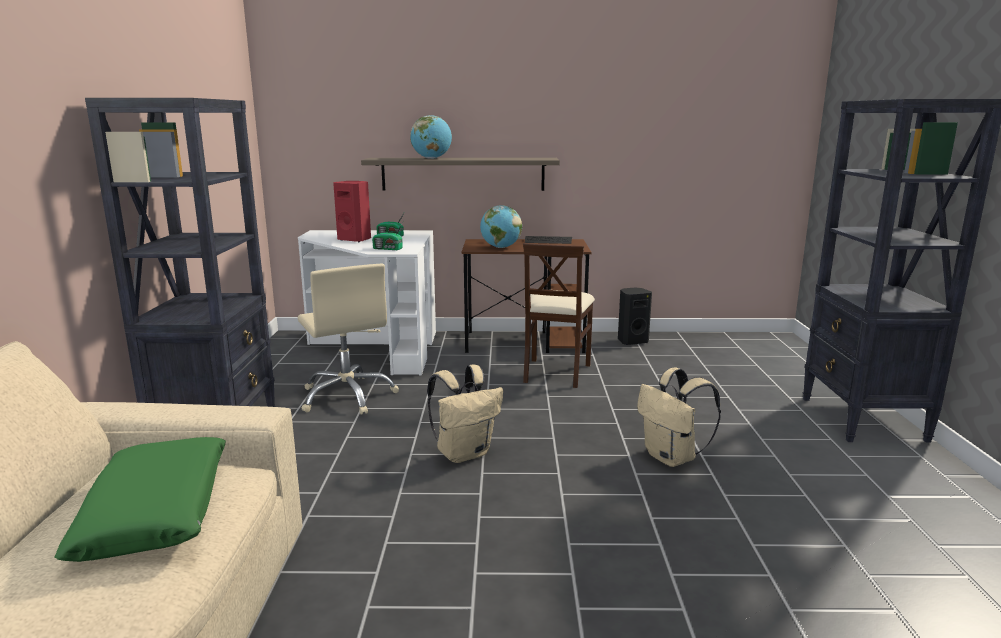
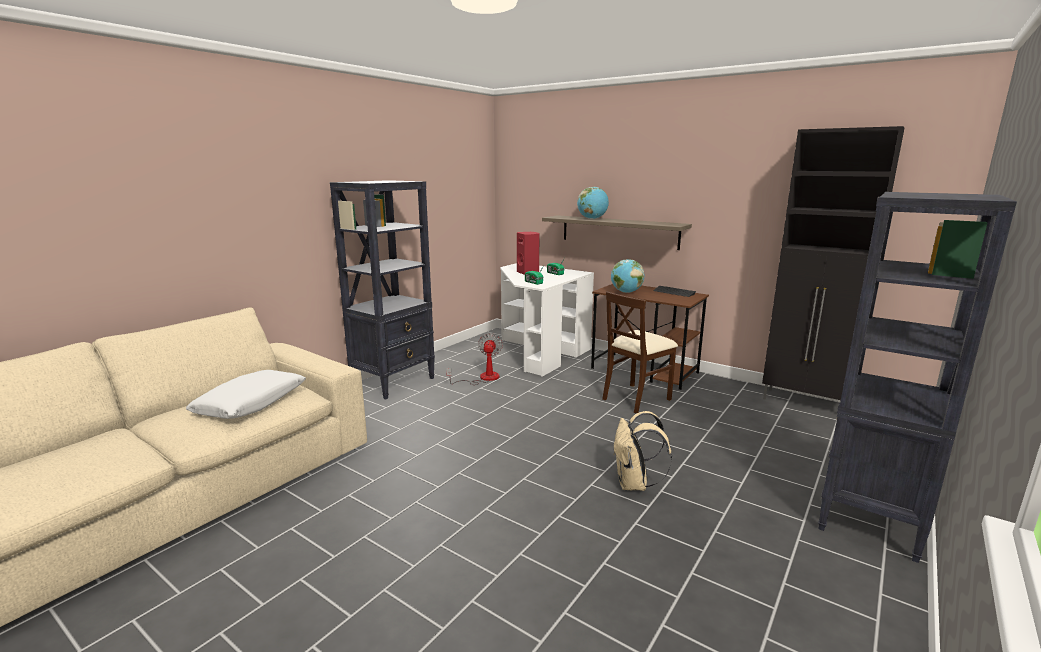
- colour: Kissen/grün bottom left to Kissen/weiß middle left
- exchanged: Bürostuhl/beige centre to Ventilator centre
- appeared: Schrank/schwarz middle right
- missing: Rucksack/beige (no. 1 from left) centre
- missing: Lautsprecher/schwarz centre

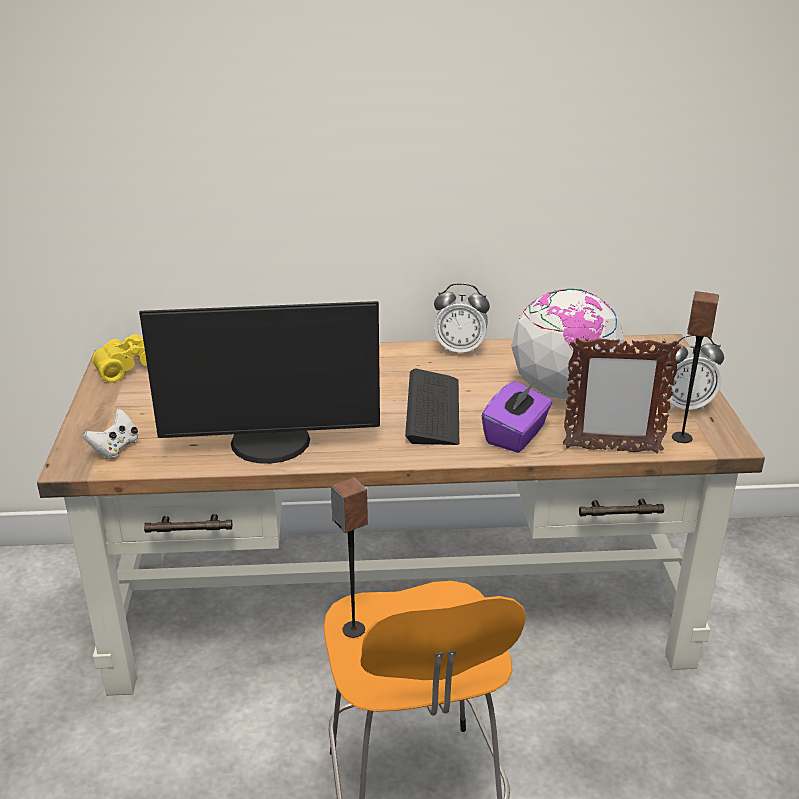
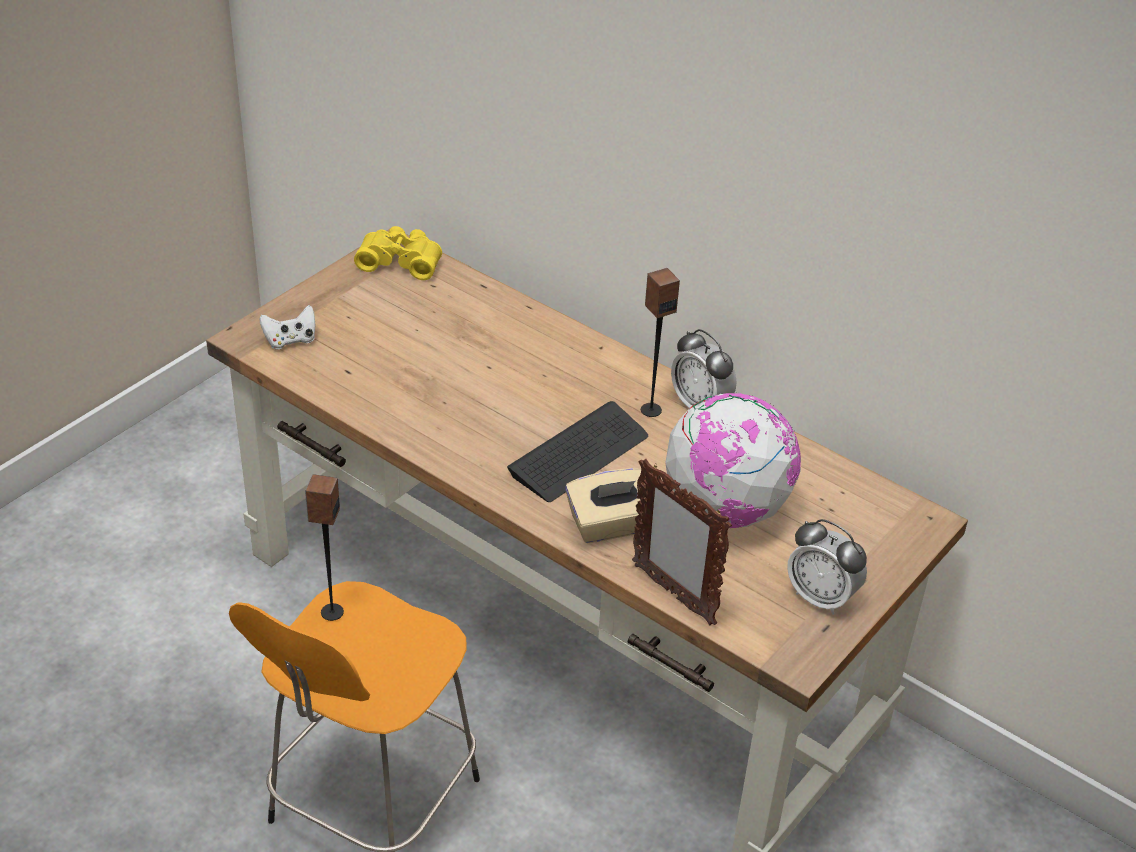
- colour: Taschentuchbox/lila centre to Taschentuchbox/beige centre
- relocated: Lautsprecher (no. 2 from left) middle right to centre
- missing: Monitor middle left

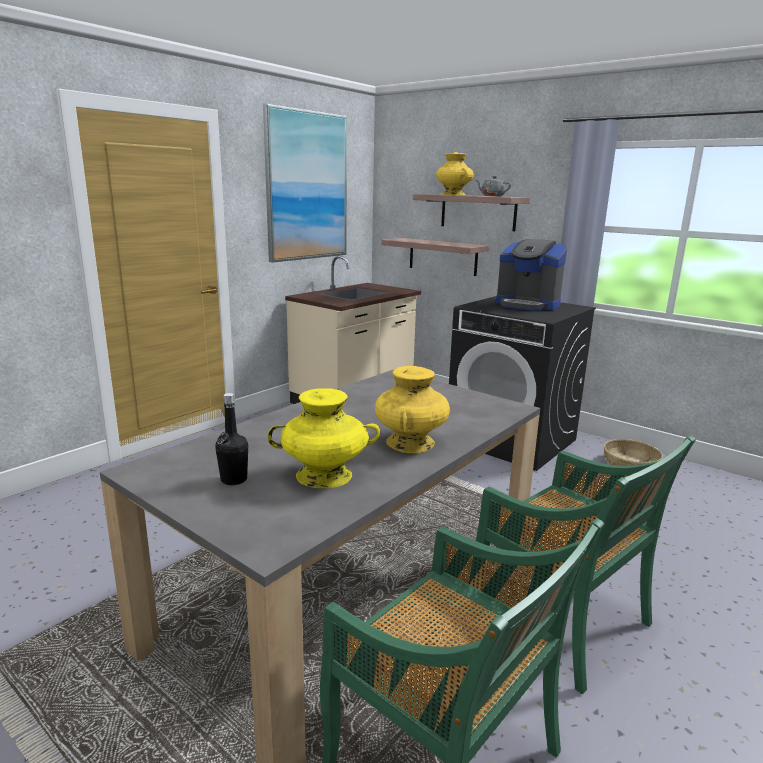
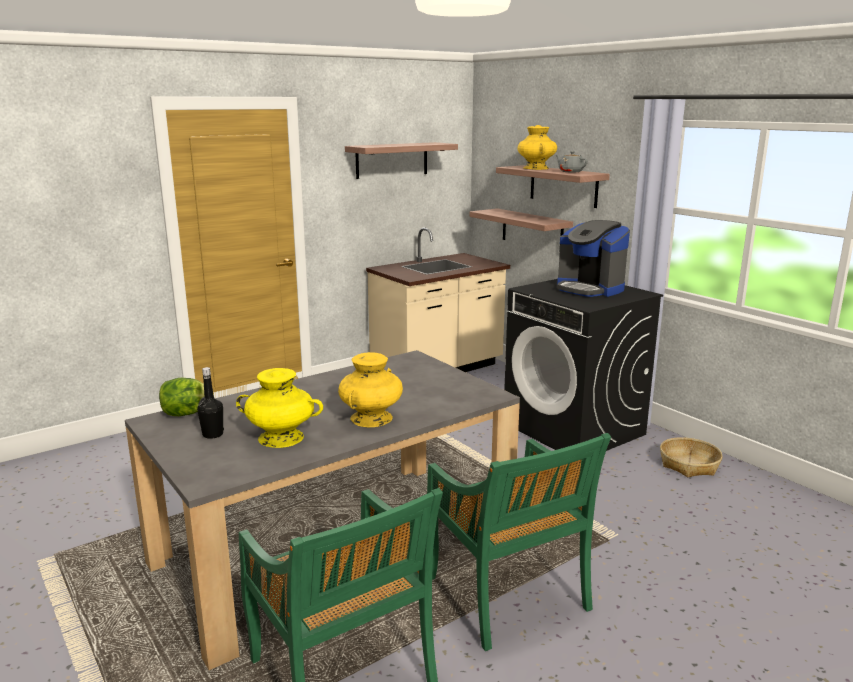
- appeared: Salatkopf middle left
- exchanged: Bild top centre to Wandregal (no. 1 from left) top centre

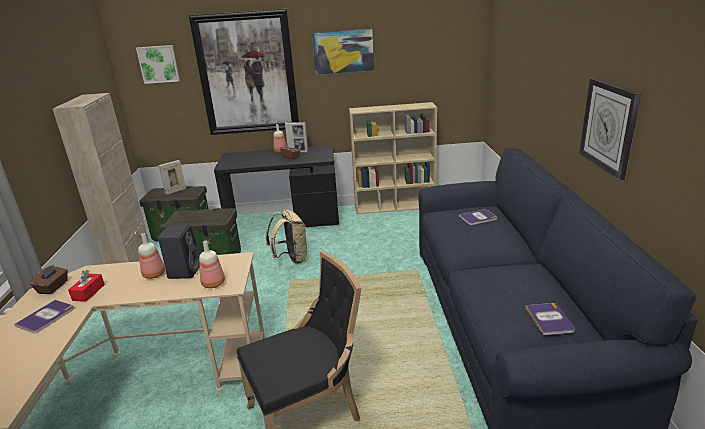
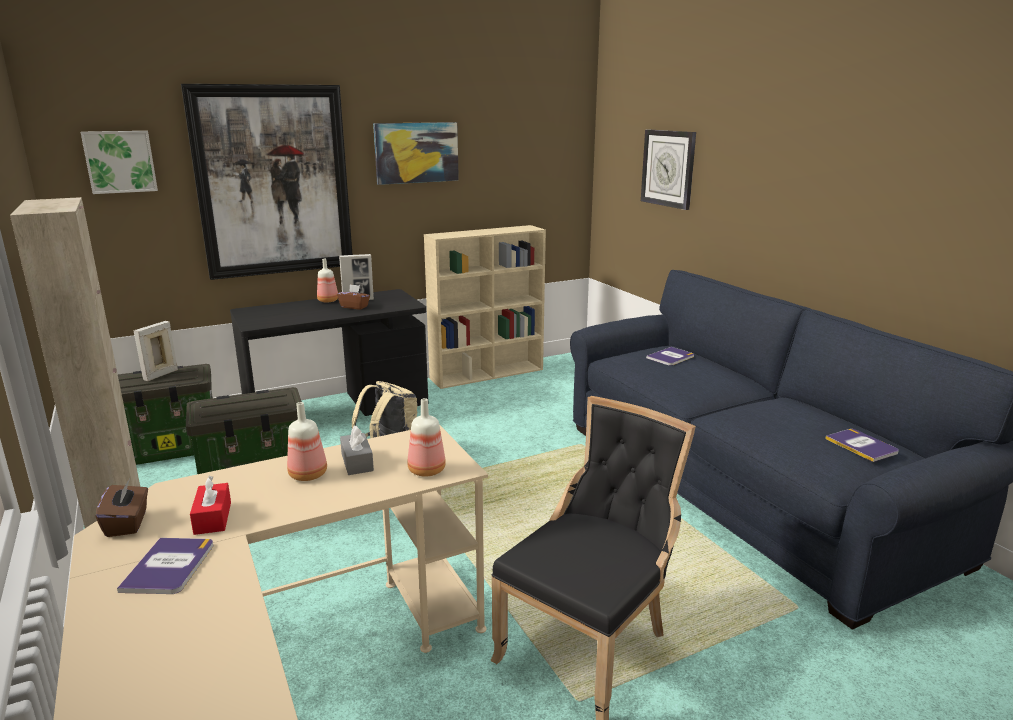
- exchanged: Lautsprecher/schwarz middle left to Taschentuchbox/grau centre
- relocated: Wanduhr top right to top centre

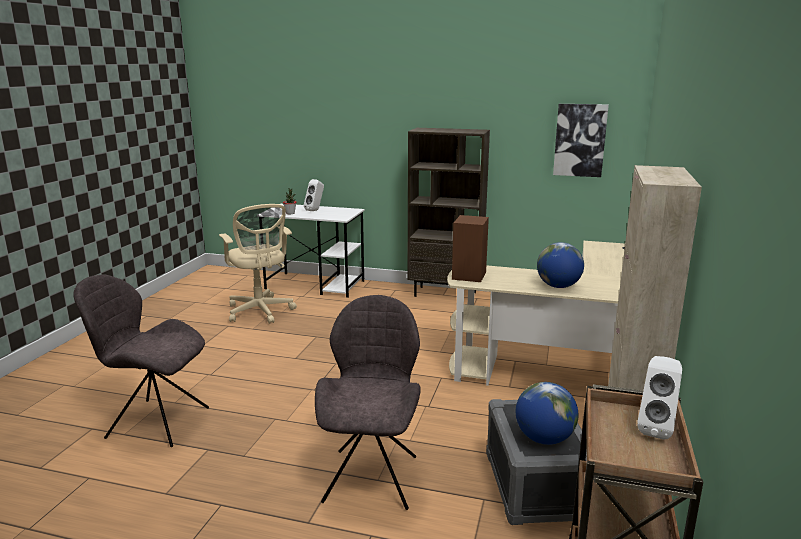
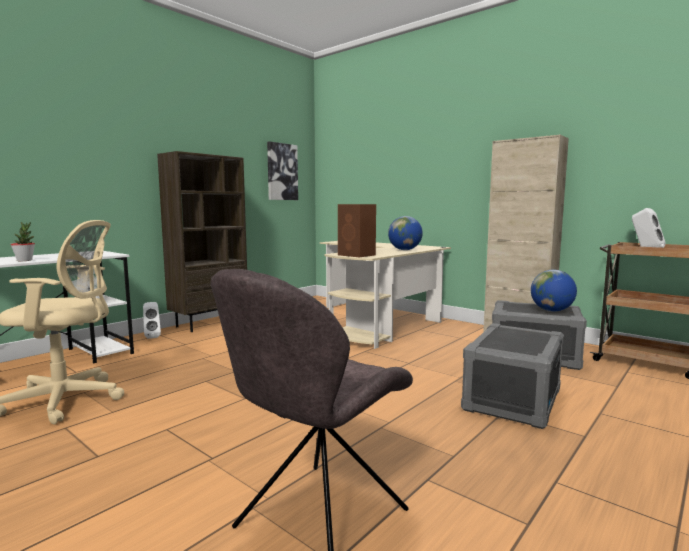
- relocated: Lautsprecher/weiß (no. 1 from left) centre to middle left
- exchanged: Stuhl/grau (no. 2 from left) bottom centre to Aufbewahrungsbox/grau (no. 1 from left) bottom right

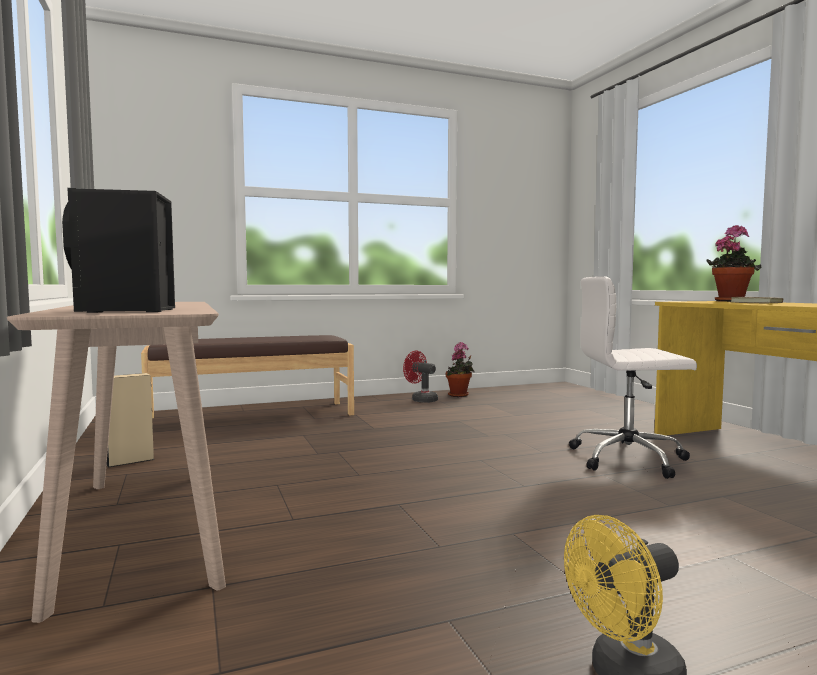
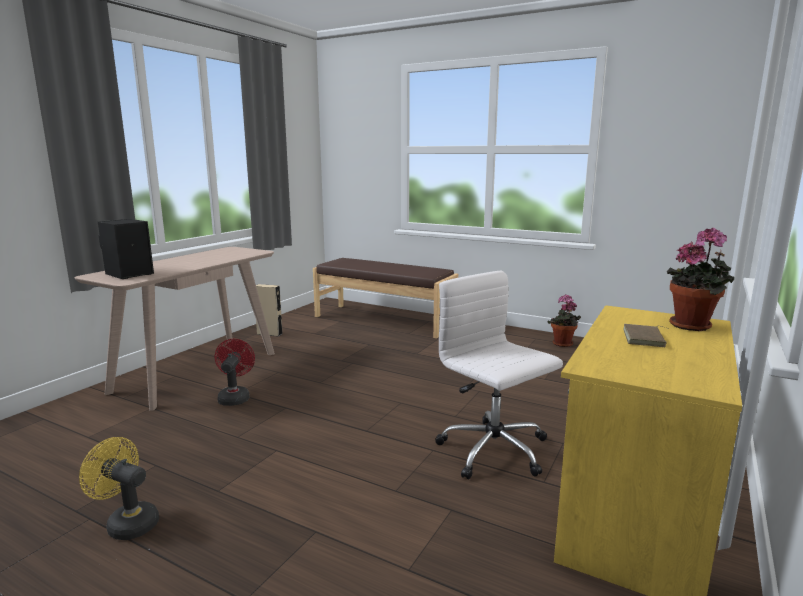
- relocated: Ventilator/rot centre to middle left

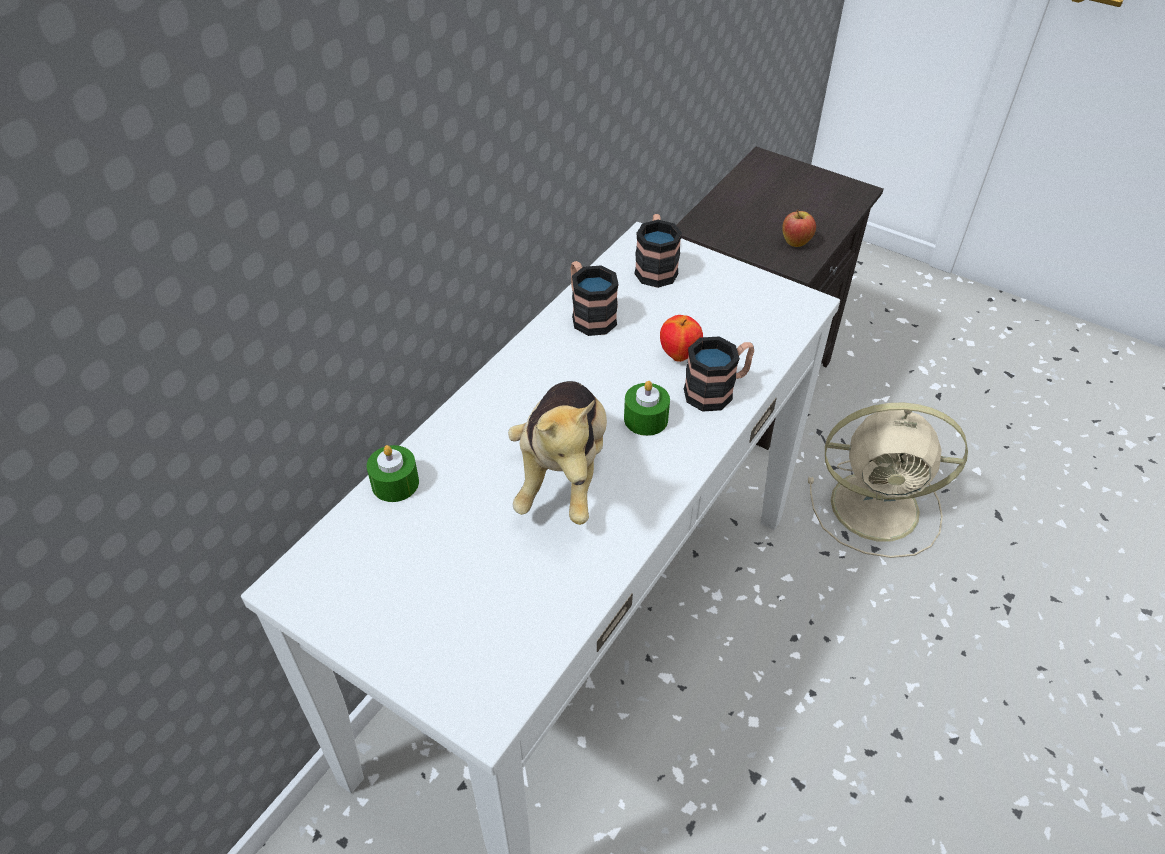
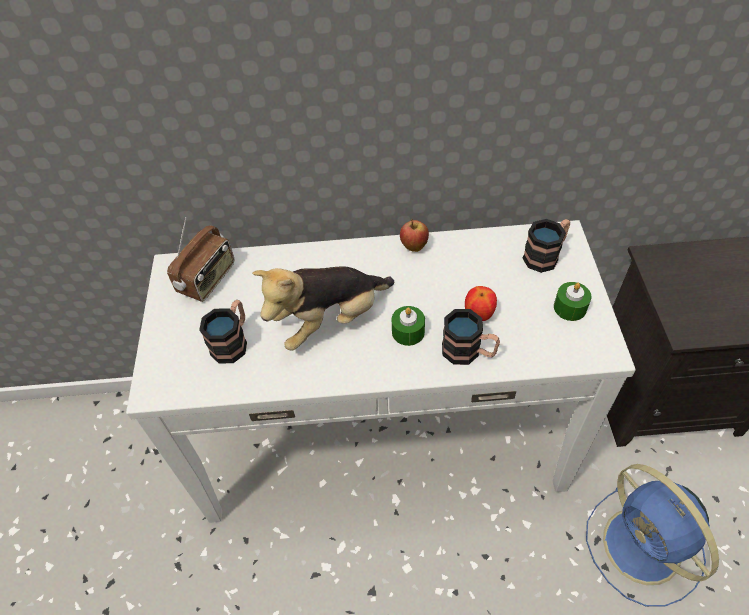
- appeared: Radio middle left
- relocated: Henkelbecher (no. 1 from left) centre to middle left
- relocated: Apfel (no. 2 from left in the first image) top right to Apfel (no. 1 from left) centre
- relocated: Kerze/grün (no. 1 from left in the first image) centre to Kerze/grün (no. 2 from left) middle right
- colour: Ventilator/beige middle right to Ventilator/blau bottom right

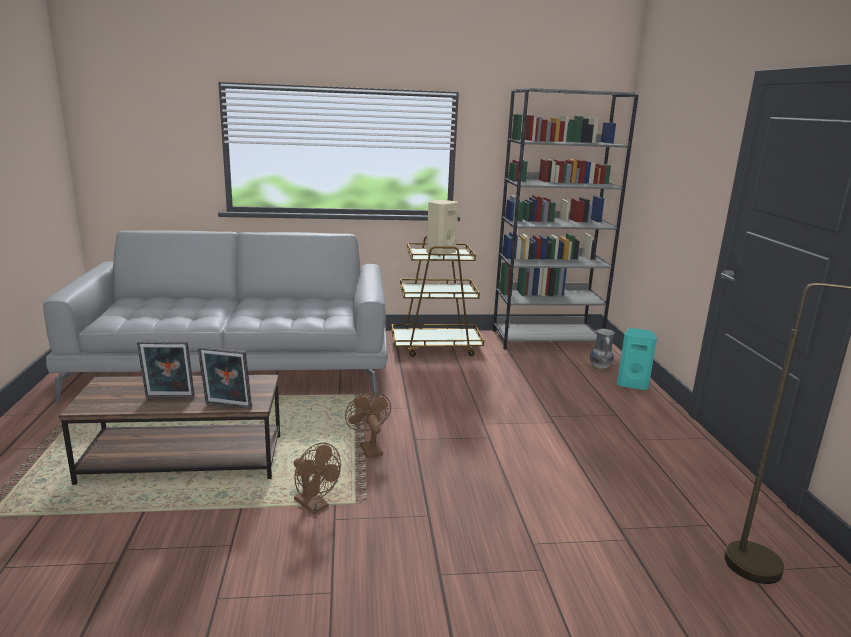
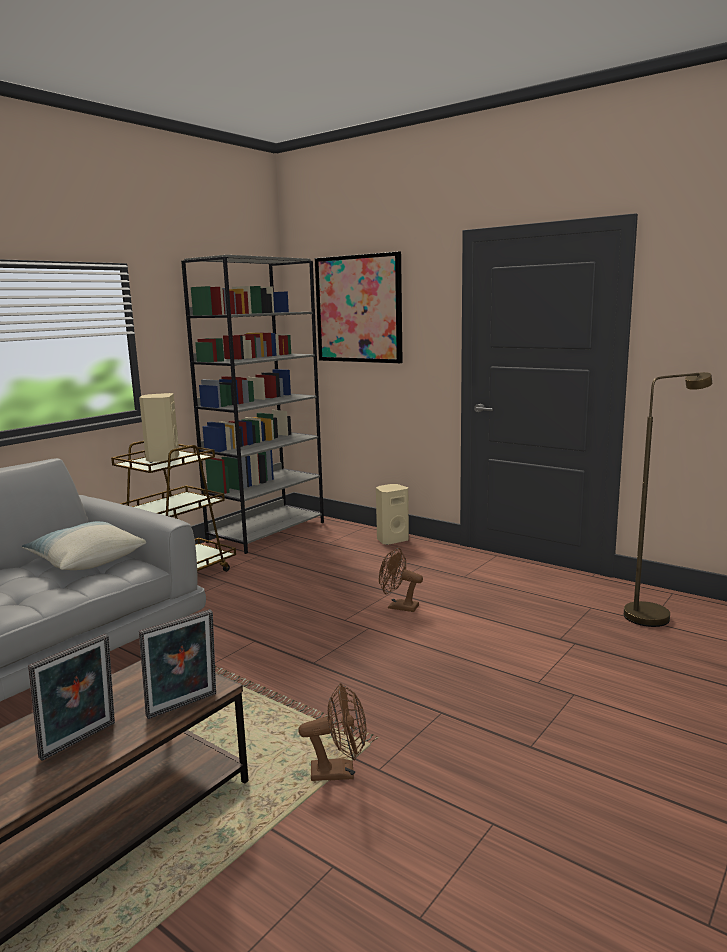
- appeared: Kissen middle left
- appeared: Bild top centre
- colour: Lautsprecher/türkis middle right to Lautsprecher/beige (no. 2 from left) centre
- relocated: Ventilator/braun (no. 2 from left) bottom centre to centre
- missing: Vase middle right

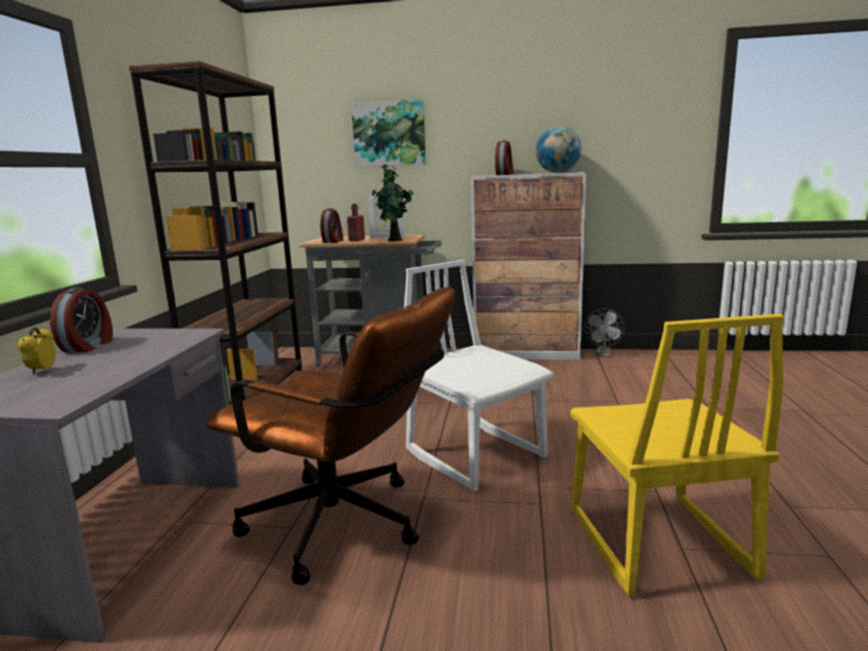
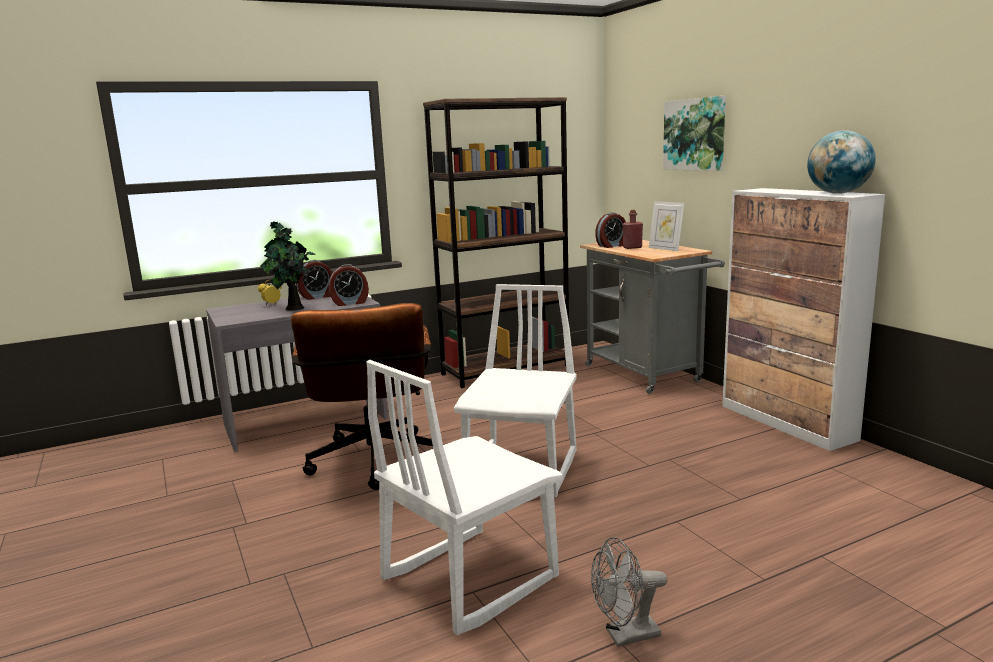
- relocated: Topfpflanze top centre to middle left
- relocated: Wecker (no. 4 from left in the first image) top centre to Wecker (no. 3 from left) centre
- colour: Stuhl/gelb bottom right to Stuhl/weiß (no. 1 from left) bottom centre
- relocated: Ventilator/grau middle right to bottom centre

